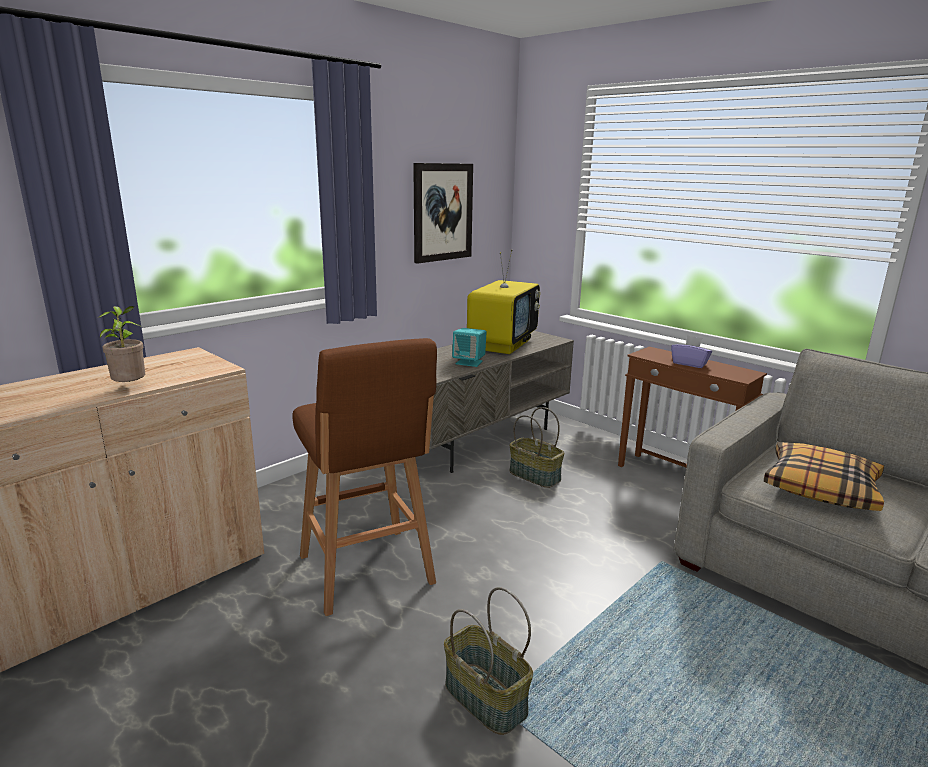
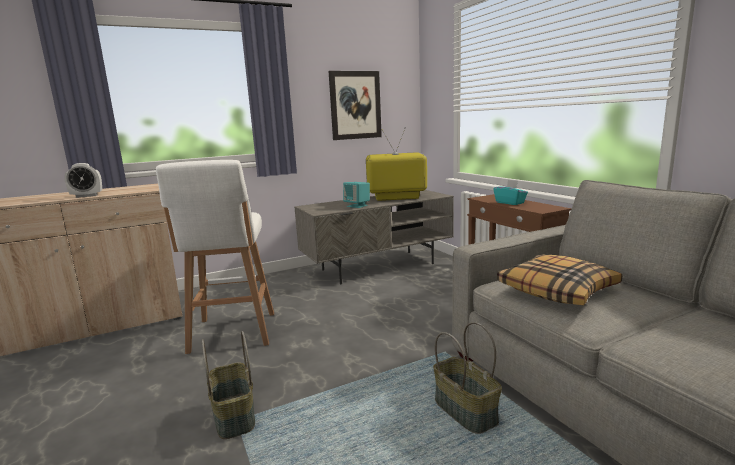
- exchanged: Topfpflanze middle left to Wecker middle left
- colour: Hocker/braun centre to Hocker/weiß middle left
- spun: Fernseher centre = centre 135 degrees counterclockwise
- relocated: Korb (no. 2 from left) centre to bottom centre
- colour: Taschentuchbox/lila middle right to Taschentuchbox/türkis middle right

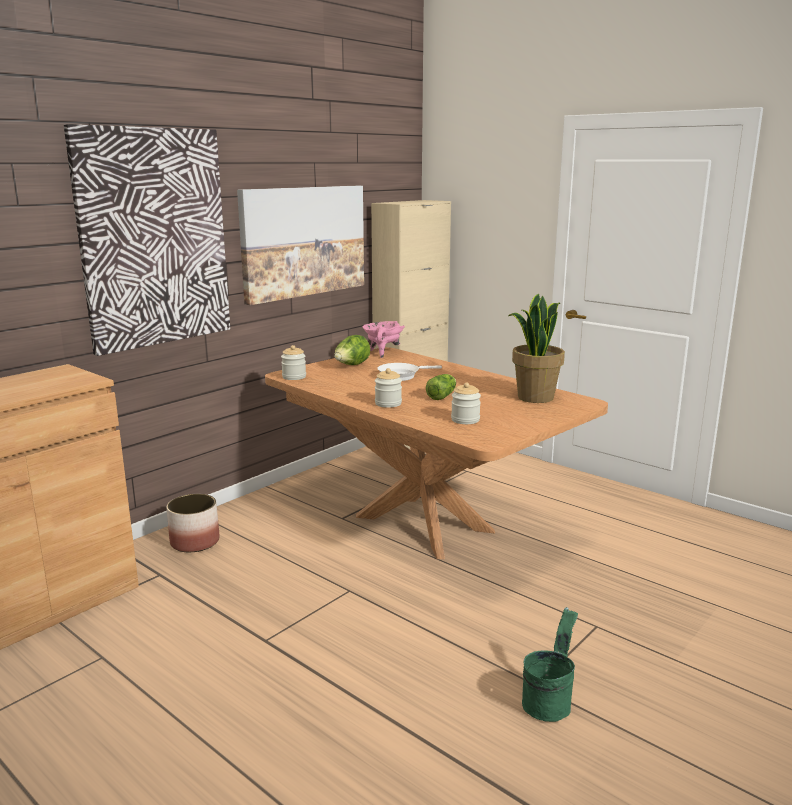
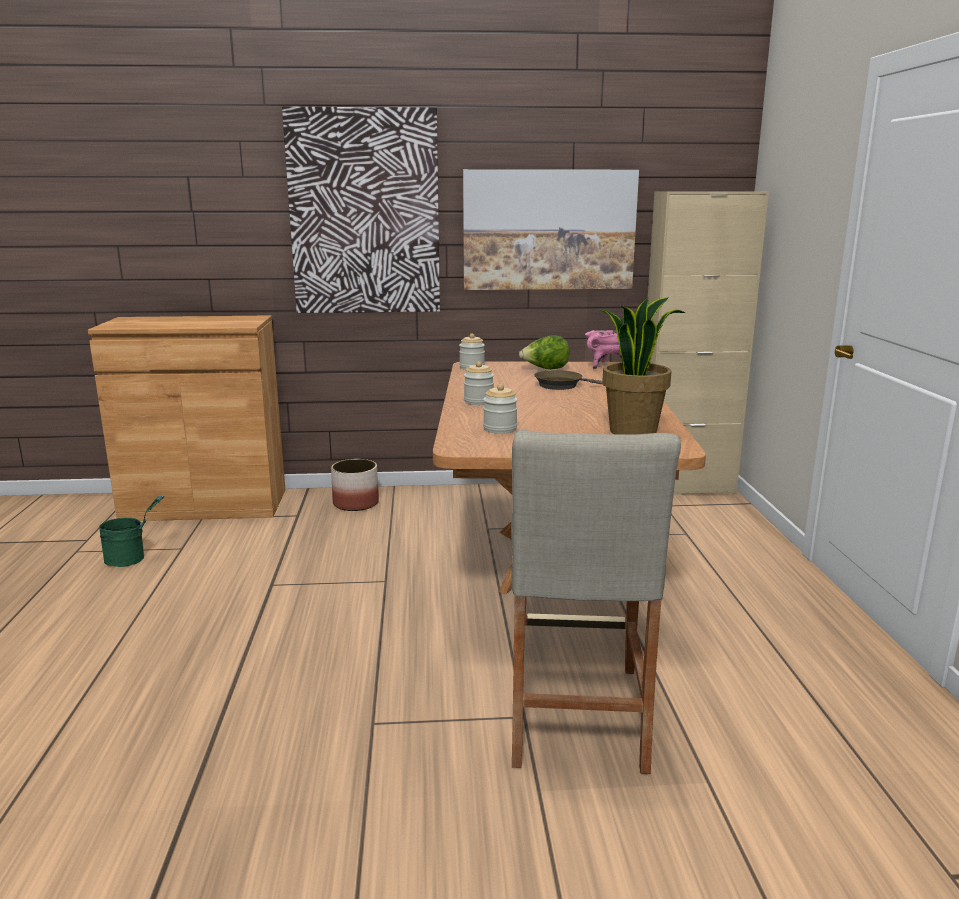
- relocated: Eimer/grün bottom right to middle left
- appeared: Hocker/beige bottom centre
- colour: Pfanne/weiß centre to Pfanne/braun centre
- missing: Salatkopf (no. 2 from left) centre

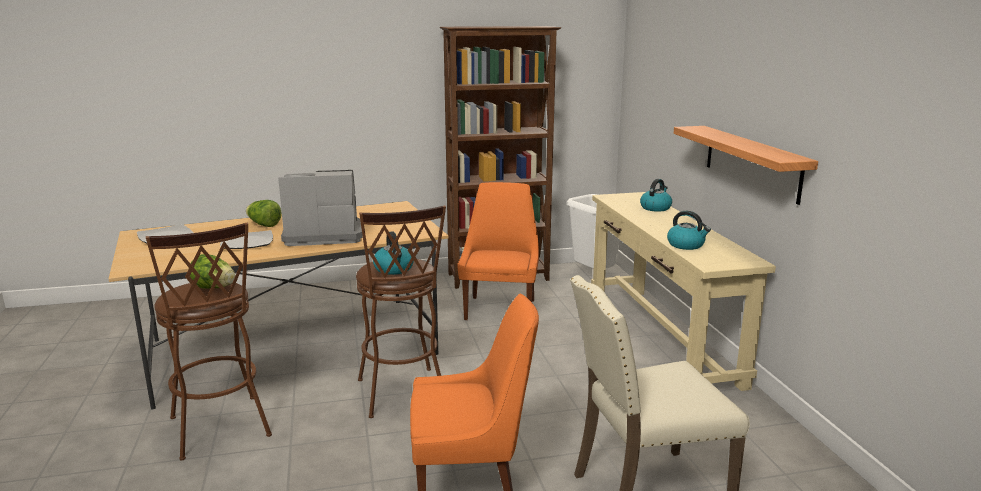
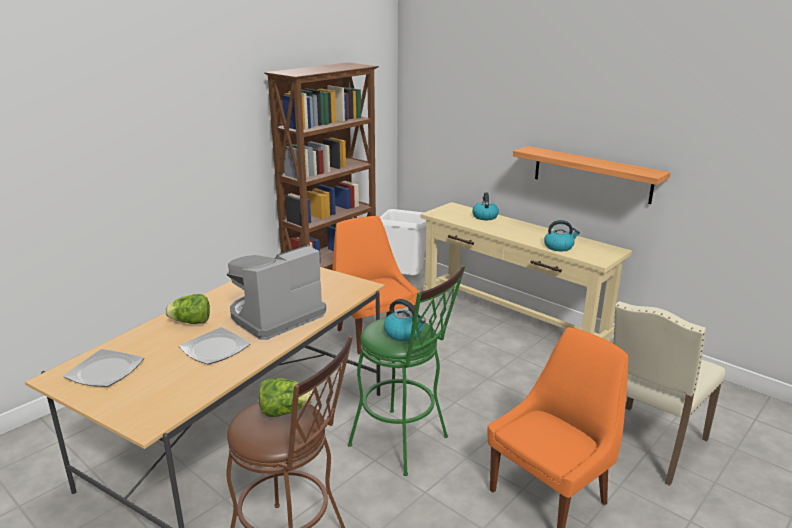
- colour: Hocker/braun (no. 2 from left) centre to Hocker/grün bottom centre

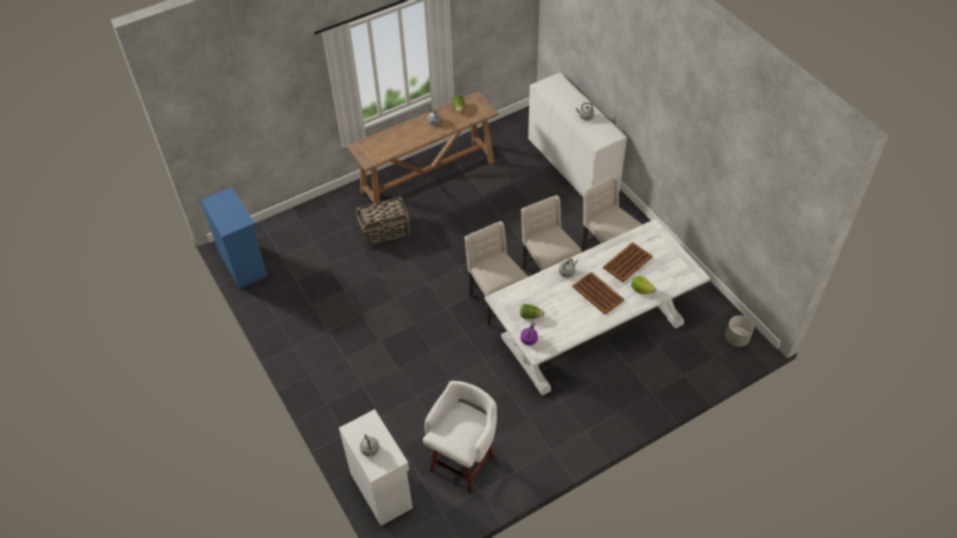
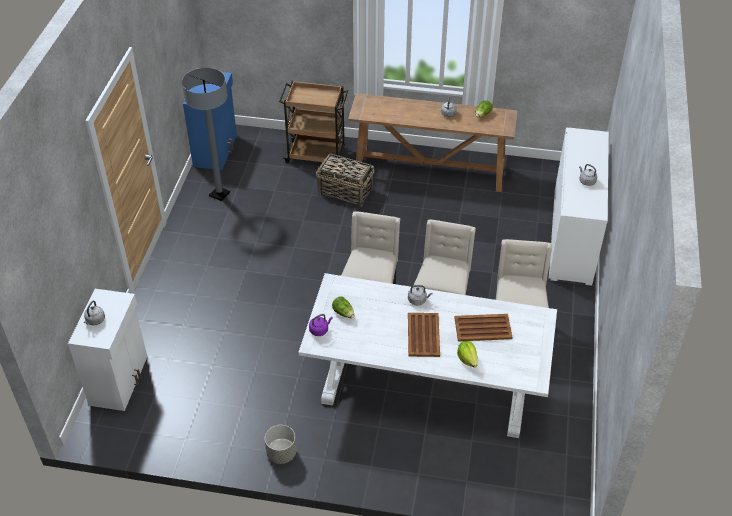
- appeared: Stehlampe/grau top left
- relocated: Pflanzkübel/grau middle right to bottom centre
- appeared: Rollwagen/braun top centre
- missing: Hocker/weiß bottom centre

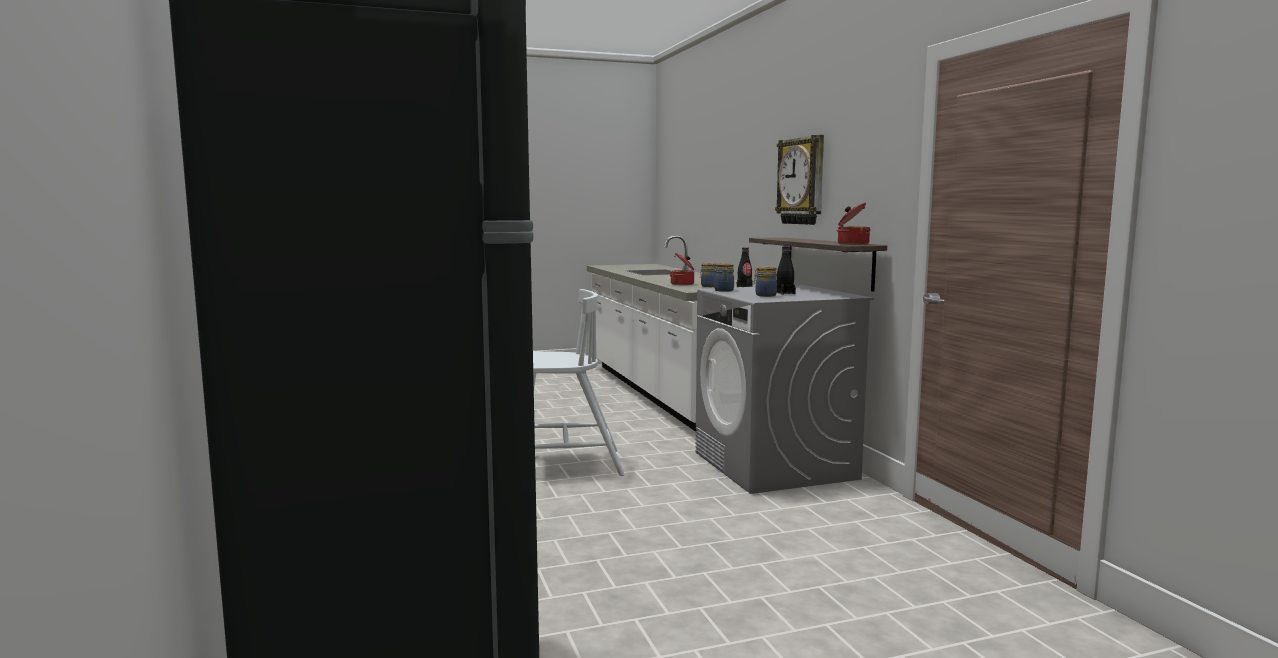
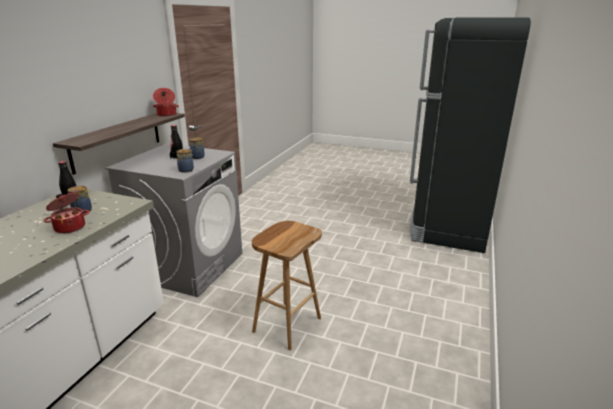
- exchanged: Stuhl/weiß centre to Hocker/braun bottom centre
- missing: Wanduhr top centre

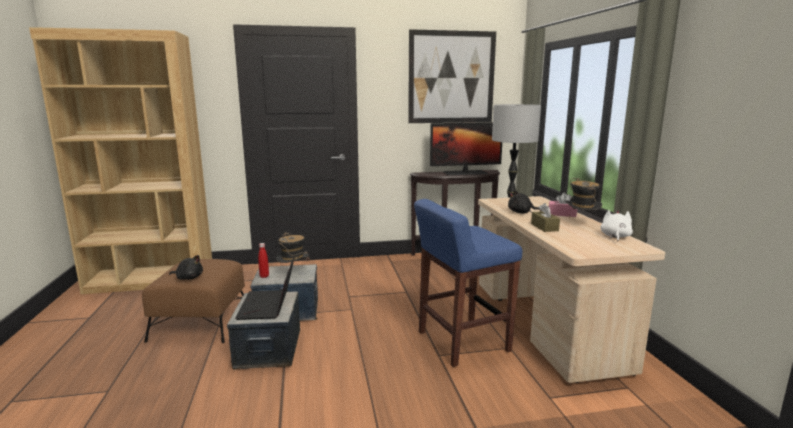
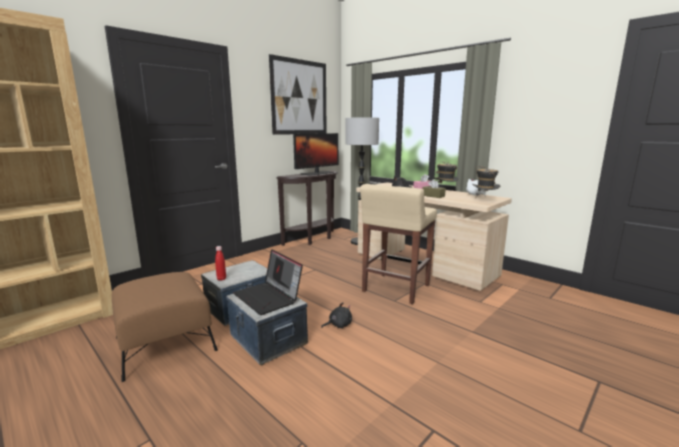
- relocated: Plüschtier/schwarz (no. 1 from left) middle left to bottom centre
- colour: Hocker/blau centre to Hocker/beige centre
- relocated: Hut (no. 1 from left in the first image) centre to Hut (no. 2 from left) middle right

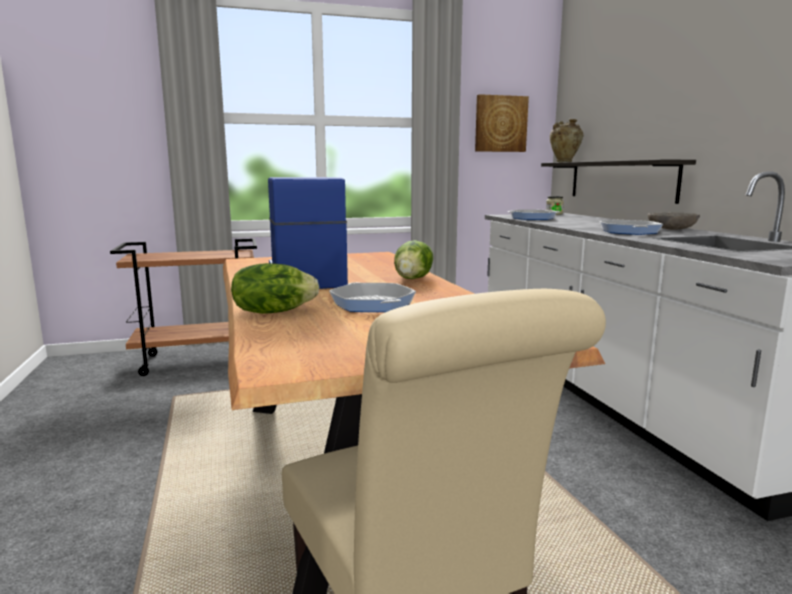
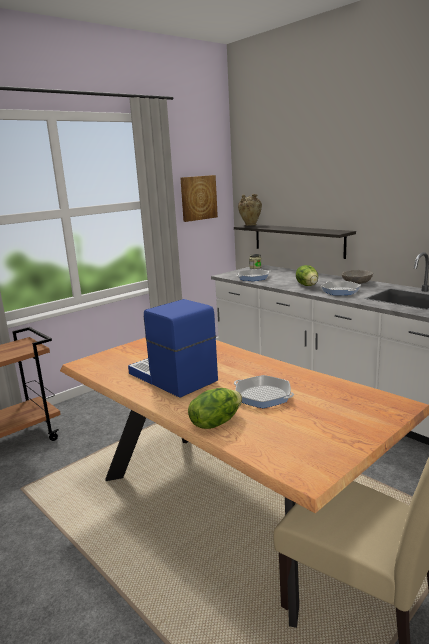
- relocated: Salatkopf (no. 2 from left) centre to middle right

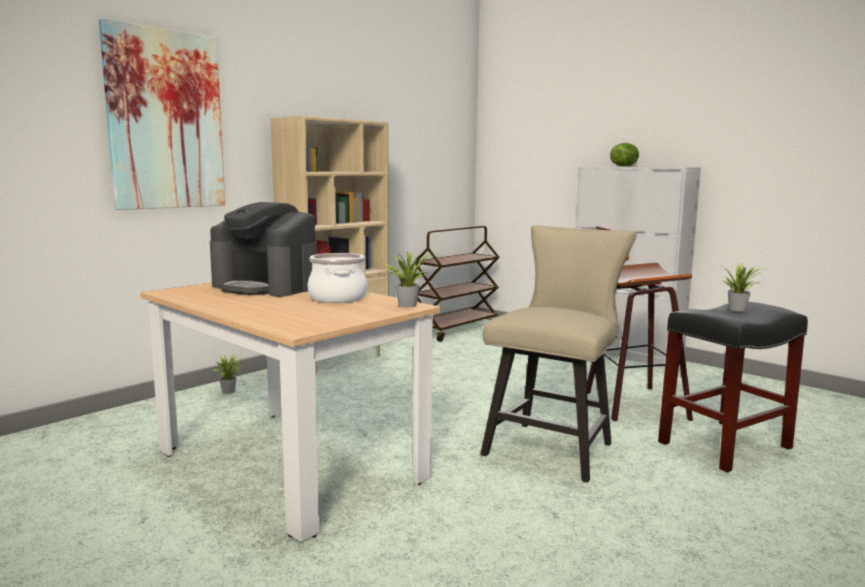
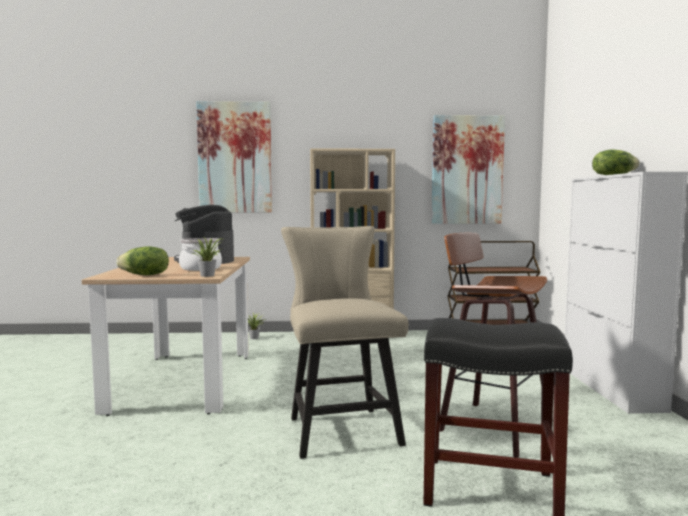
- appeared: Salatkopf (no. 1 from left) middle left
- spun: Stuhl/beige centre = centre 90 degrees counterclockwise
- appeared: Bild (no. 2 from left) top right
- missing: Topfpflanze (no. 3 from left) middle right

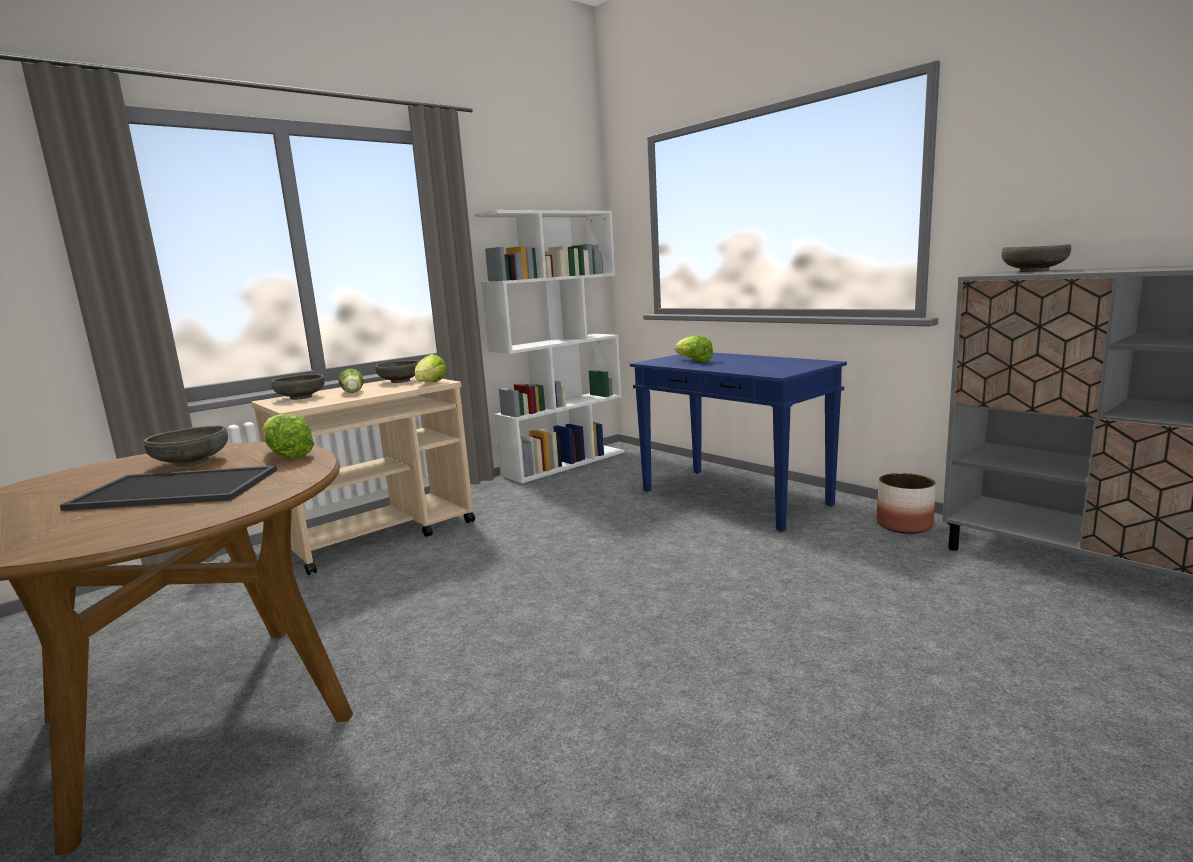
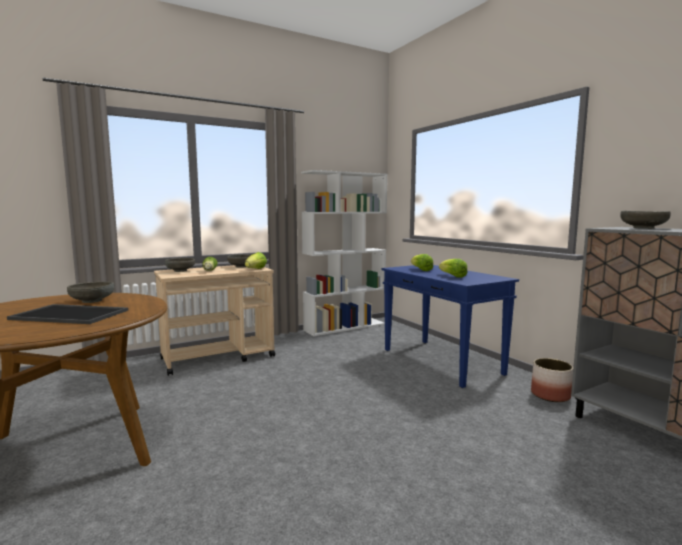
- relocated: Salatkopf (no. 1 from left in the first image) middle left to Salatkopf (no. 4 from left) centre

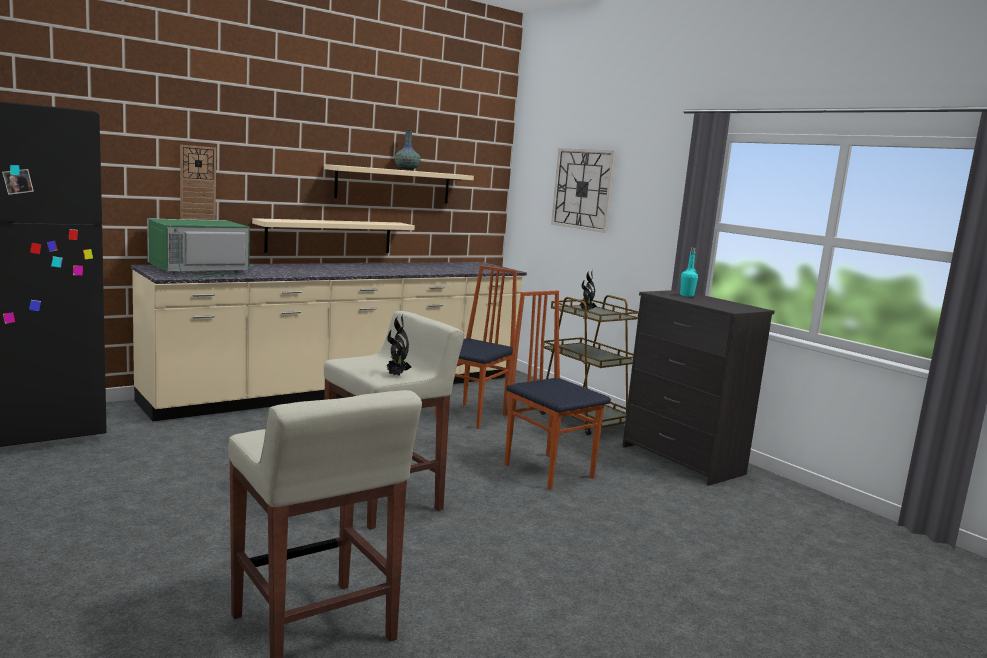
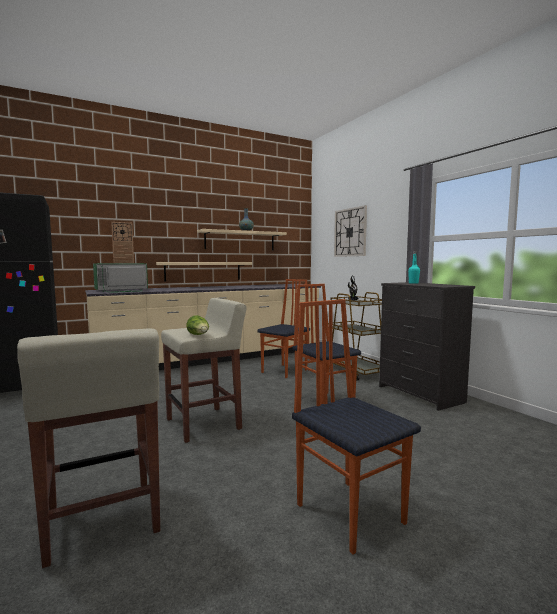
- exchanged: Topfpflanze (no. 1 from left) centre to Salatkopf centre
- appeared: Stuhl (no. 3 from left) bottom centre

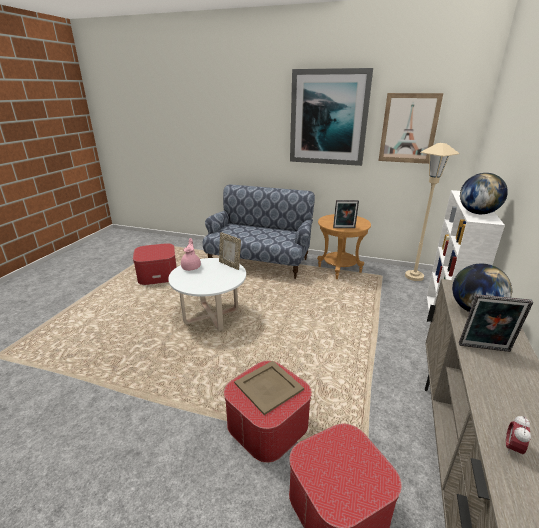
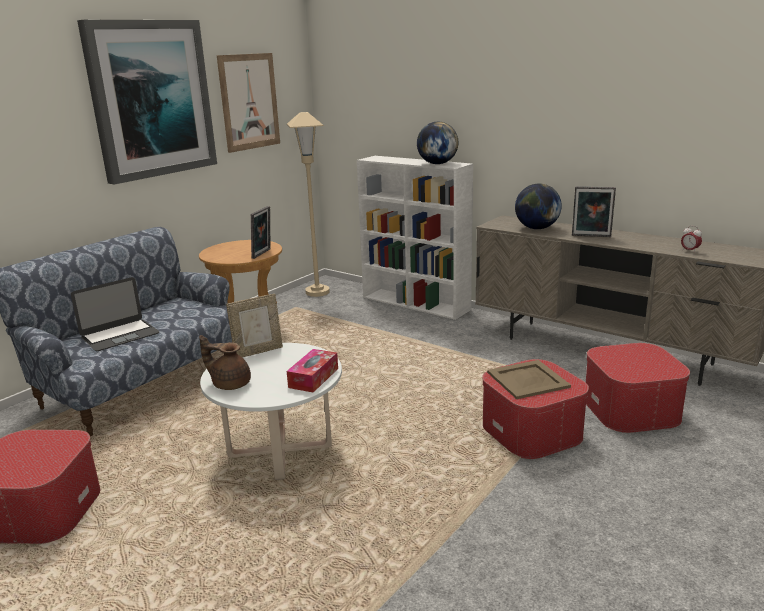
- appeared: Laptop middle left
- colour: Teekanne/rosa centre to Teekanne/braun middle left
- appeared: Taschentuchbox centre
- spun: Bilderrahmen (no. 3 from left) middle right = middle right 75 degrees clockwise

